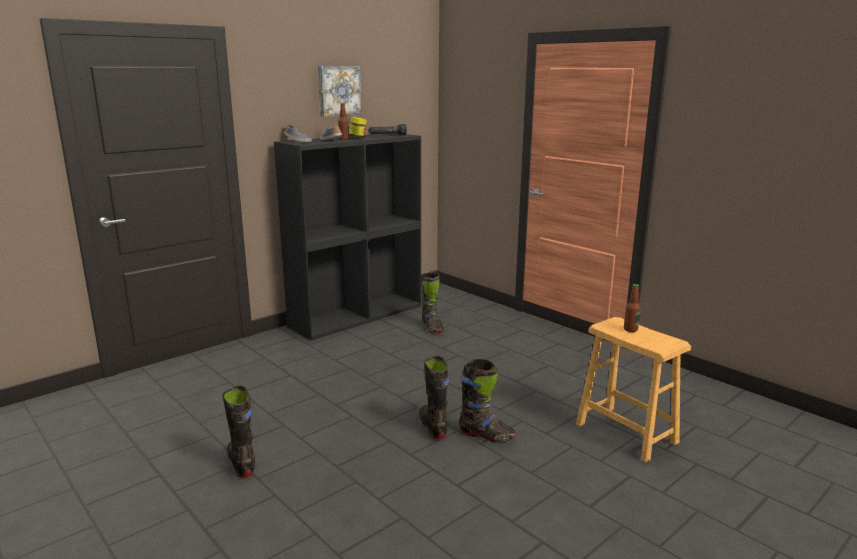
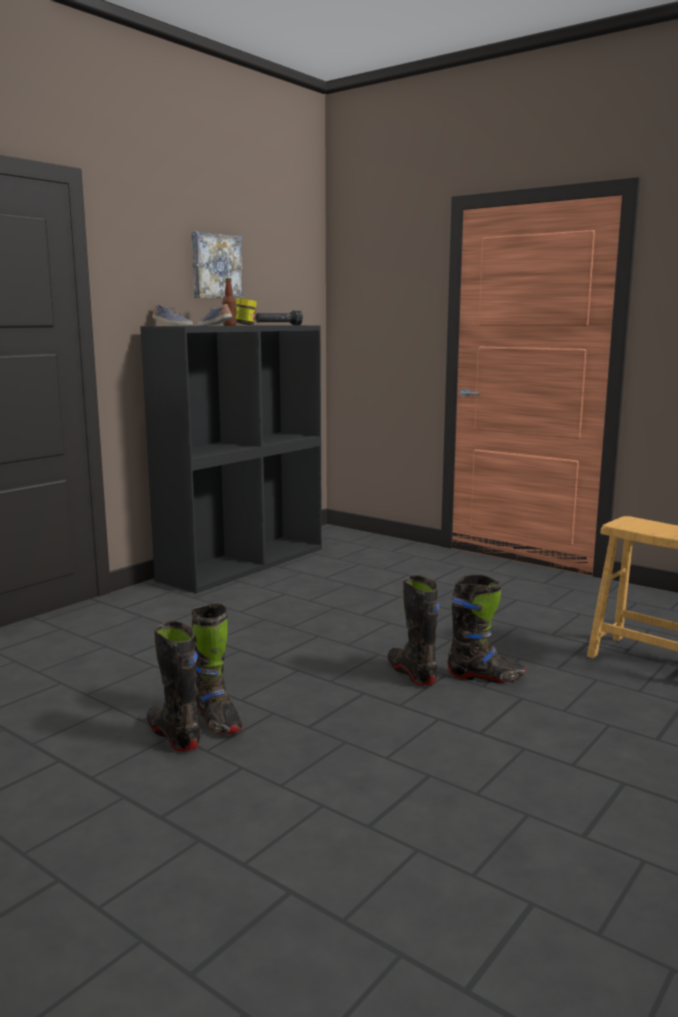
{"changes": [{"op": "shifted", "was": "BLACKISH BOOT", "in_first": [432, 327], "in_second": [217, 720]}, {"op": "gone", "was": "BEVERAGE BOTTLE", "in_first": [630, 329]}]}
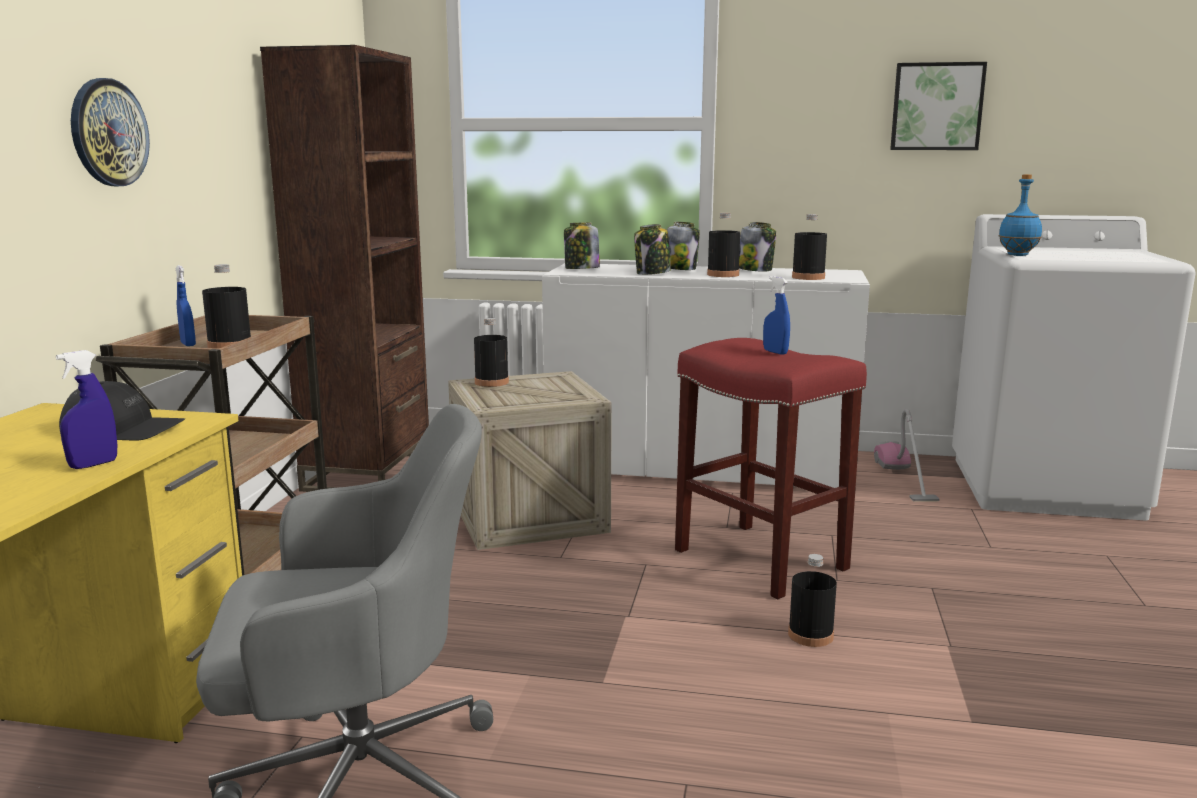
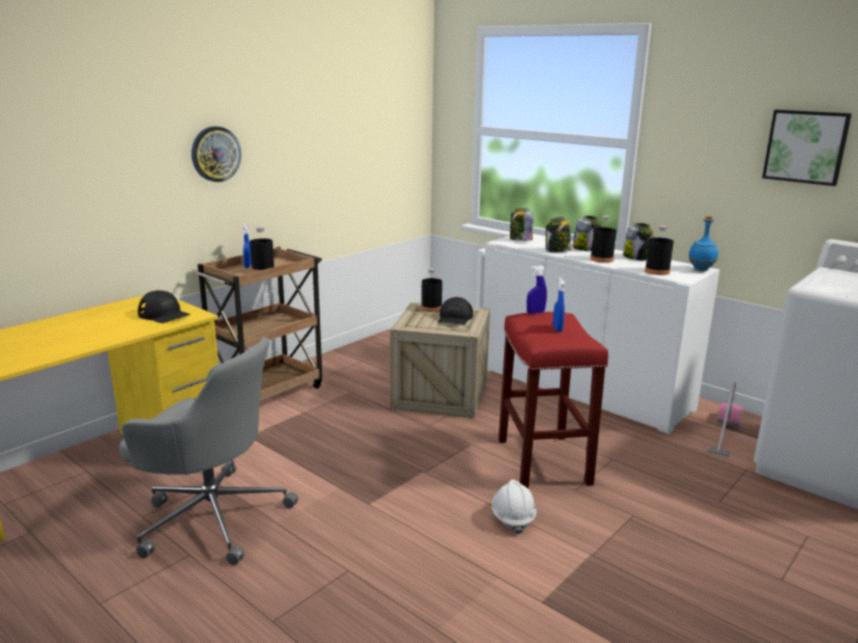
{"changes": [{"op": "shifted", "was": "BLUISH SPRAY BOTTLE", "in_first": [93, 464], "in_second": [535, 312]}, {"op": "gone", "was": "BROWN-COLOURED SHELVING UNIT", "in_first": [369, 472]}, {"op": "swapped", "was": "BLACKISH BEVERAGE BOTTLE", "now": "WHITE-COLOURED HARD HAT", "in_first": [810, 635], "in_second": [512, 518]}, {"op": "shifted", "was": "BLUISH BEVERAGE BOTTLE", "in_first": [1017, 255], "in_second": [700, 270]}, {"op": "new", "now": "BLACKISH CAP", "in_second": [455, 318]}]}
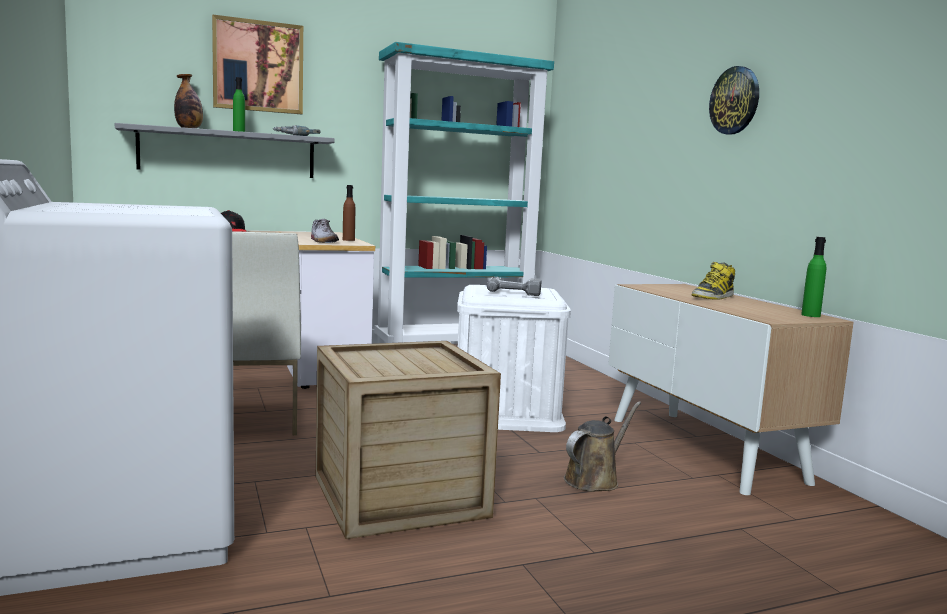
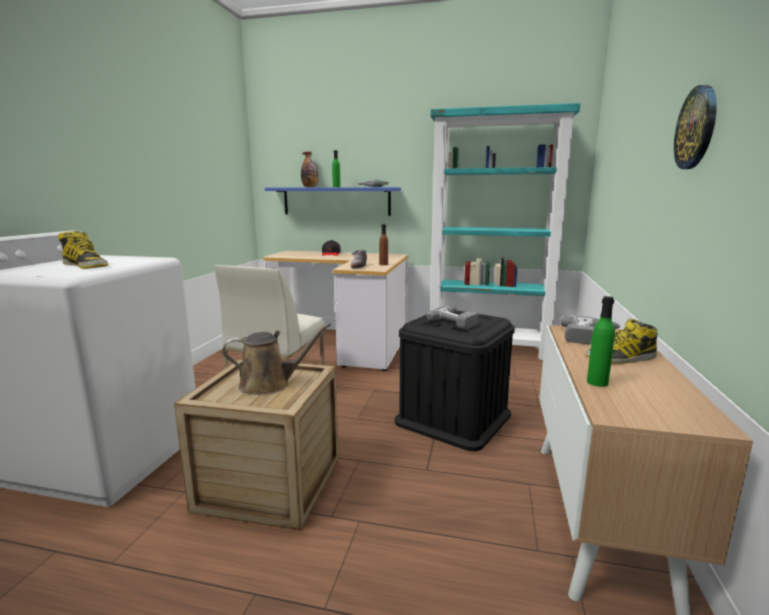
{"changes": [{"op": "repainted", "was": "GREY WALL SHELF", "now": "BLUISH WALL SHELF", "in_first": [228, 153], "in_second": [336, 201]}, {"op": "gone", "was": "PICTURE", "in_first": [258, 66]}, {"op": "repainted", "was": "WHITE-COLOURED STORAGE CONTAINER", "now": "BLACKISH STORAGE CONTAINER", "in_first": [506, 411], "in_second": [453, 418]}, {"op": "shifted", "was": "BROWN-COLOURED SPRINKLING CAN", "in_first": [594, 479], "in_second": [270, 384]}, {"op": "shifted", "was": "GREENISH BEVERAGE BOTTLE", "in_first": [810, 315], "in_second": [597, 382]}, {"op": "new", "now": "BOOT", "in_second": [86, 266]}, {"op": "new", "now": "POWER DRILL", "in_second": [590, 336]}]}
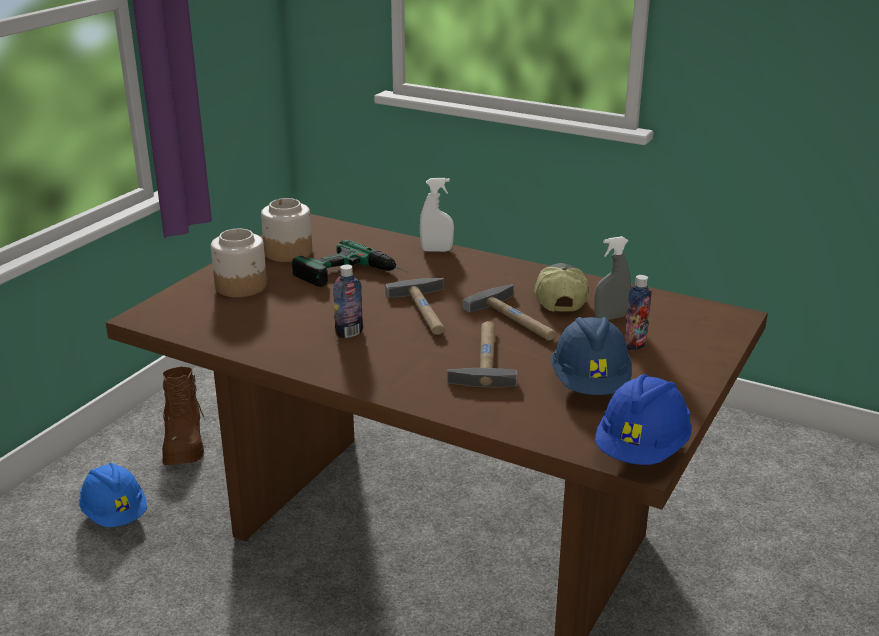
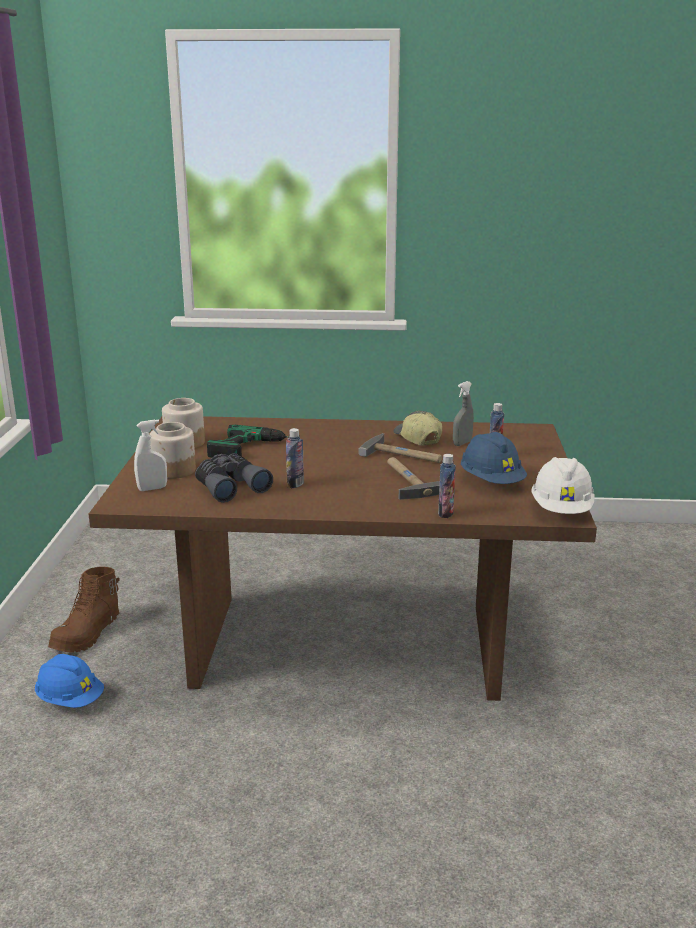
{"changes": [{"op": "rotated", "was": "BROWN-COLOURED BOOT", "in_first": [184, 443], "in_second": [88, 634], "clockwise": 60}, {"op": "gone", "was": "TOOL HAMMER", "in_first": [426, 311]}, {"op": "shifted", "was": "WHITE-COLOURED SPRAY BOTTLE", "in_first": [436, 250], "in_second": [152, 488]}, {"op": "repainted", "was": "BLUISH HARD HAT", "now": "WHITE-COLOURED HARD HAT", "in_first": [642, 450], "in_second": [561, 510]}, {"op": "new", "now": "GREY BINOCULARS", "in_second": [230, 486]}, {"op": "new", "now": "BEVERAGE BOTTLE", "in_second": [445, 513]}]}
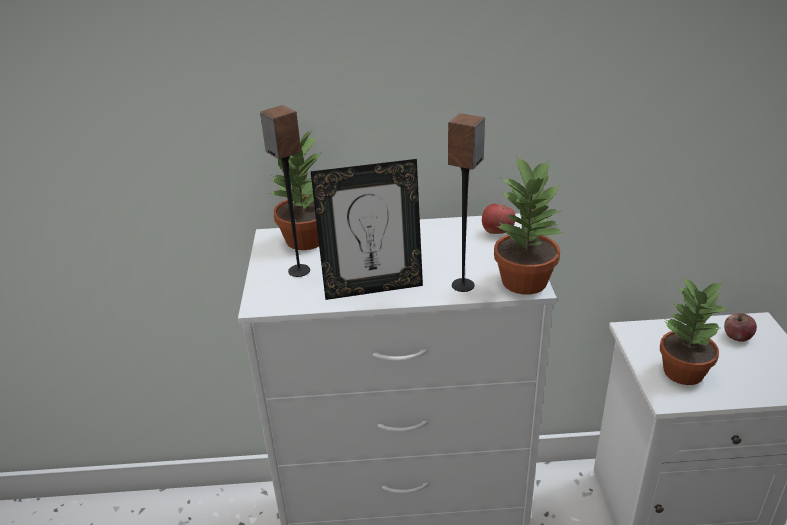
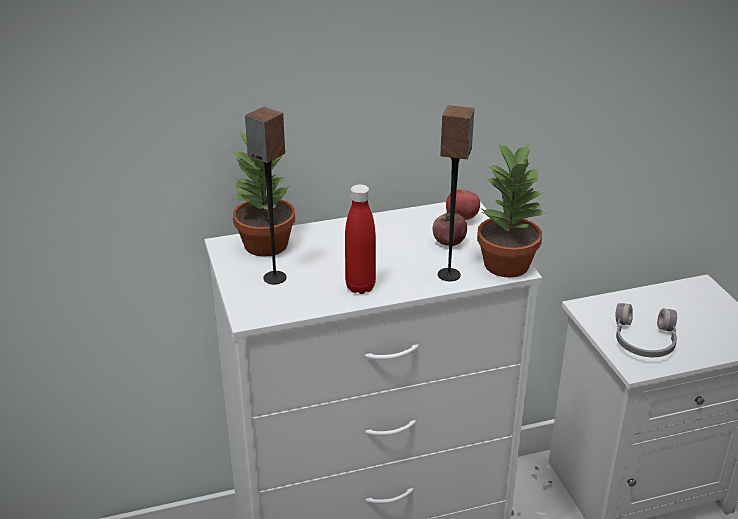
{"changes": [{"op": "swapped", "was": "PHOTO FRAME", "now": "REDDISH BEVERAGE BOTTLE", "in_first": [373, 288], "in_second": [360, 287]}, {"op": "swapped", "was": "POTTED PLANT", "now": "GREY HEADPHONES", "in_first": [682, 372], "in_second": [643, 341]}, {"op": "shifted", "was": "WHOLE APPLE", "in_first": [736, 337], "in_second": [448, 242]}]}
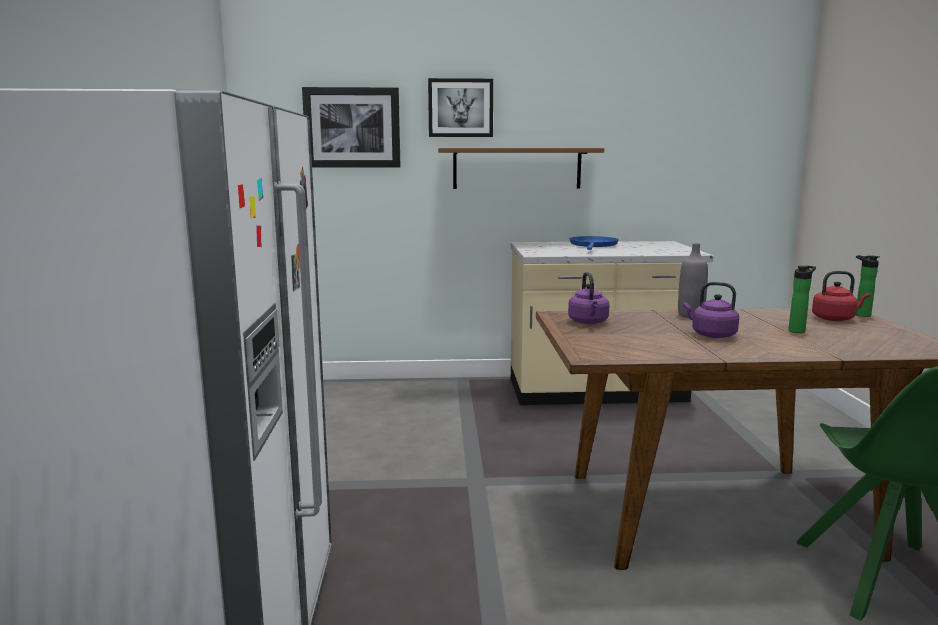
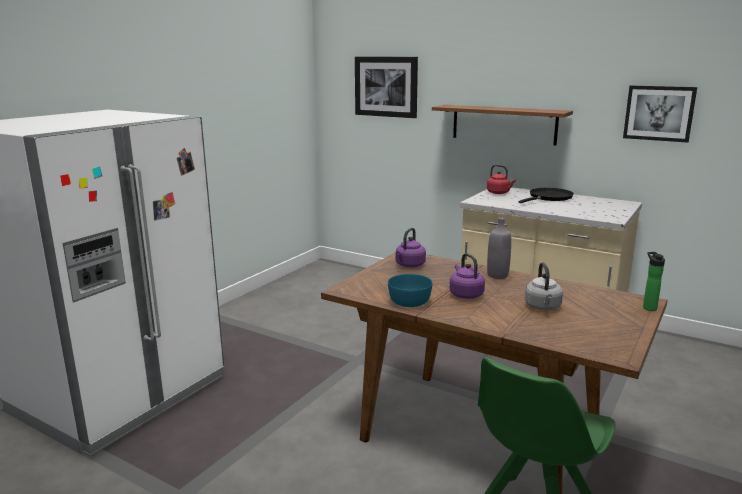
{"changes": [{"op": "shifted", "was": "PICTURE", "in_first": [460, 108], "in_second": [659, 113]}, {"op": "repainted", "was": "BLUISH FRYING PAN", "now": "BLACKISH FRYING PAN", "in_first": [593, 245], "in_second": [549, 198]}, {"op": "swapped", "was": "BEVERAGE BOTTLE", "now": "GREY TEA KETTLE", "in_first": [798, 331], "in_second": [543, 307]}, {"op": "shifted", "was": "REDDISH TEA KETTLE", "in_first": [835, 319], "in_second": [499, 193]}, {"op": "new", "now": "BLUE-GREEN DEEP DISH", "in_second": [409, 301]}]}
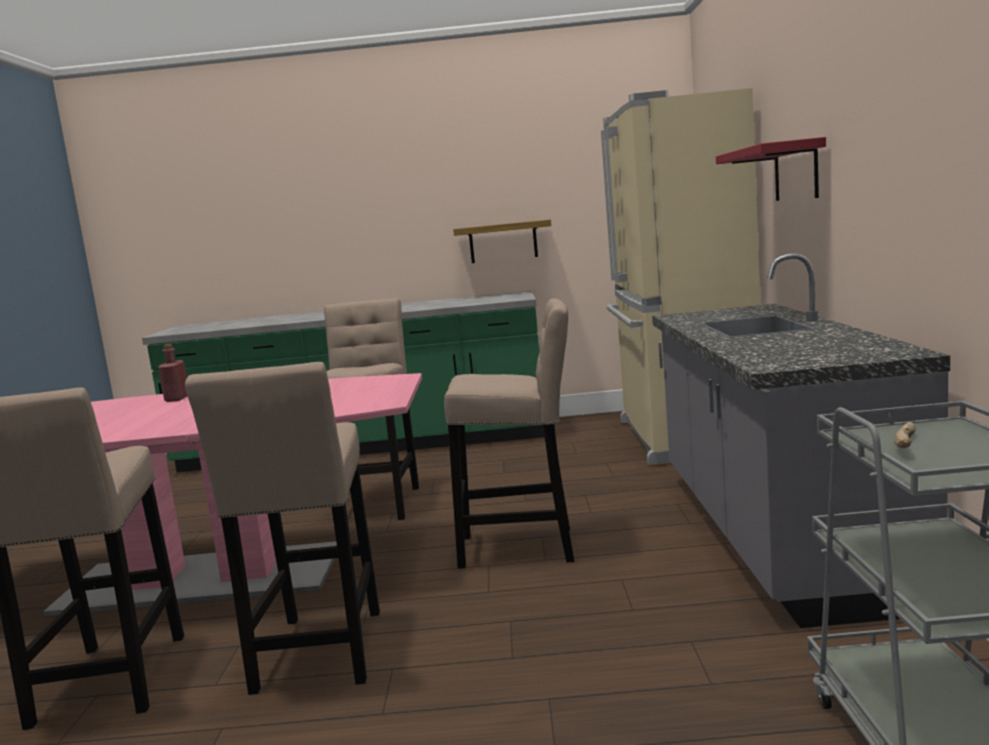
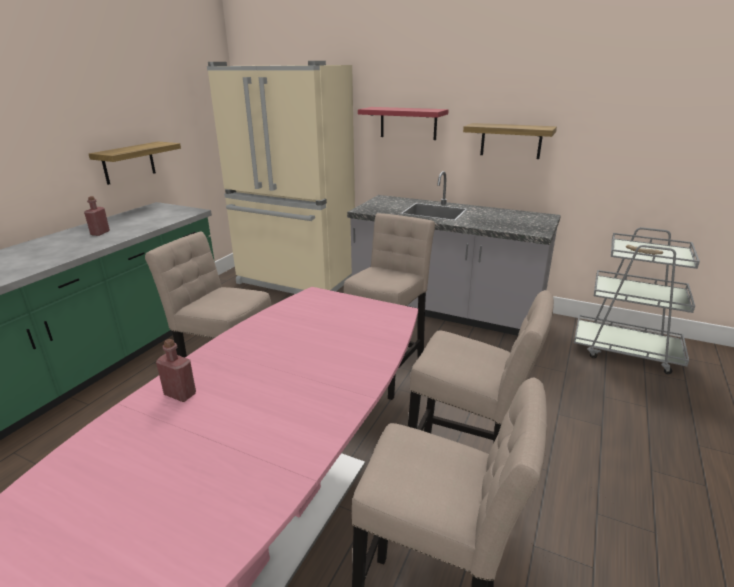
{"changes": [{"op": "new", "now": "REDDISH BEVERAGE BOTTLE", "in_second": [100, 233]}, {"op": "new", "now": "WALL SHELF", "in_second": [511, 141]}]}
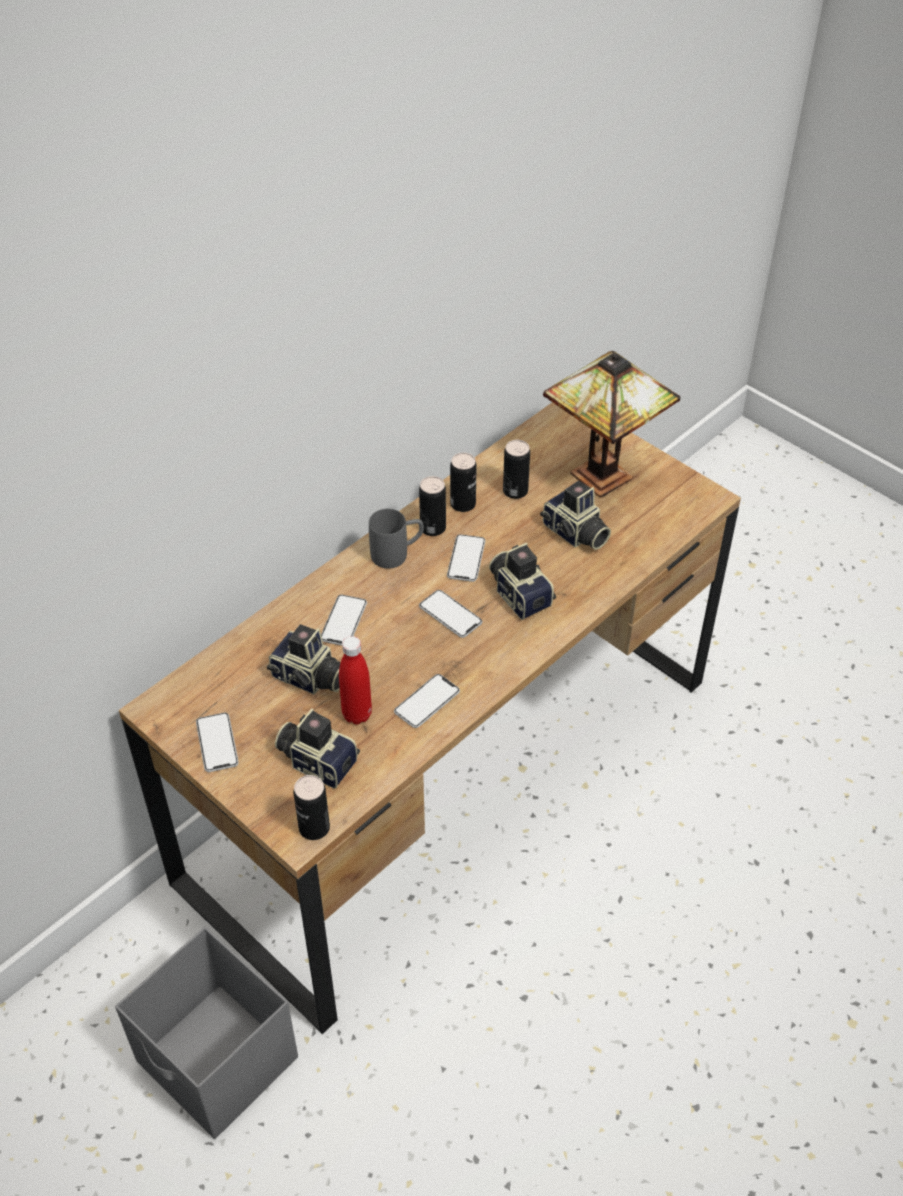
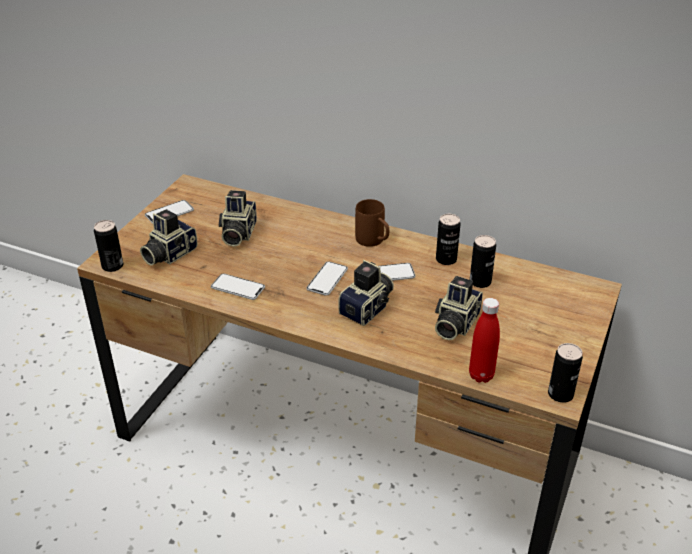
{"changes": [{"op": "gone", "was": "GREY STORAGE CONTAINER", "in_first": [218, 1062]}, {"op": "rotated", "was": "STILL CAMERA", "in_first": [317, 760], "in_second": [168, 254], "clockwise": -150}, {"op": "gone", "was": "TELEPHONE", "in_first": [343, 621]}, {"op": "shifted", "was": "REDDISH BEVERAGE BOTTLE", "in_first": [357, 714], "in_second": [481, 375]}, {"op": "repainted", "was": "GREY MUG", "now": "BROWN-COLOURED MUG", "in_first": [397, 553], "in_second": [374, 242]}, {"op": "shifted", "was": "METAL CAN", "in_first": [433, 528], "in_second": [560, 394]}, {"op": "gone", "was": "LAMP FOR A TABLE", "in_first": [606, 477]}]}
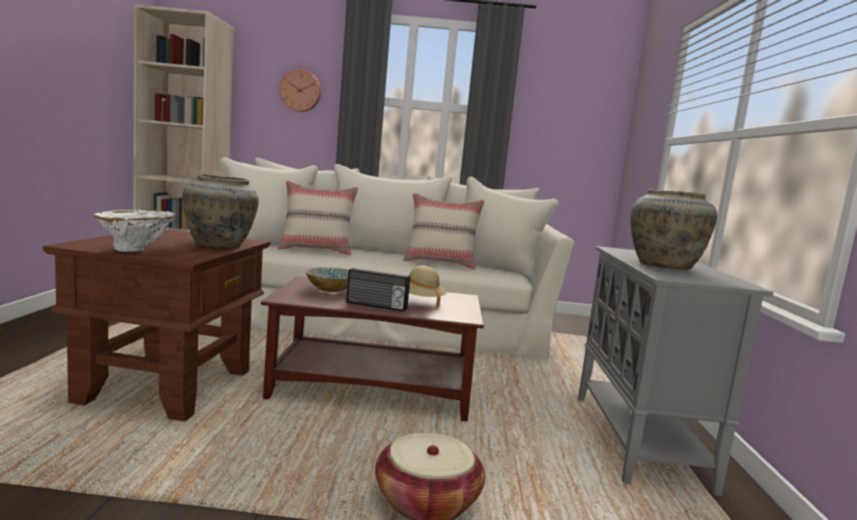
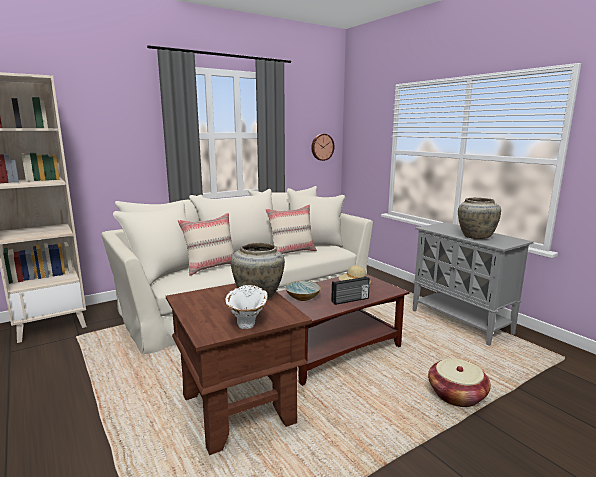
{"changes": [{"op": "shifted", "was": "WALL CLOCK", "in_first": [300, 91], "in_second": [322, 147]}]}
